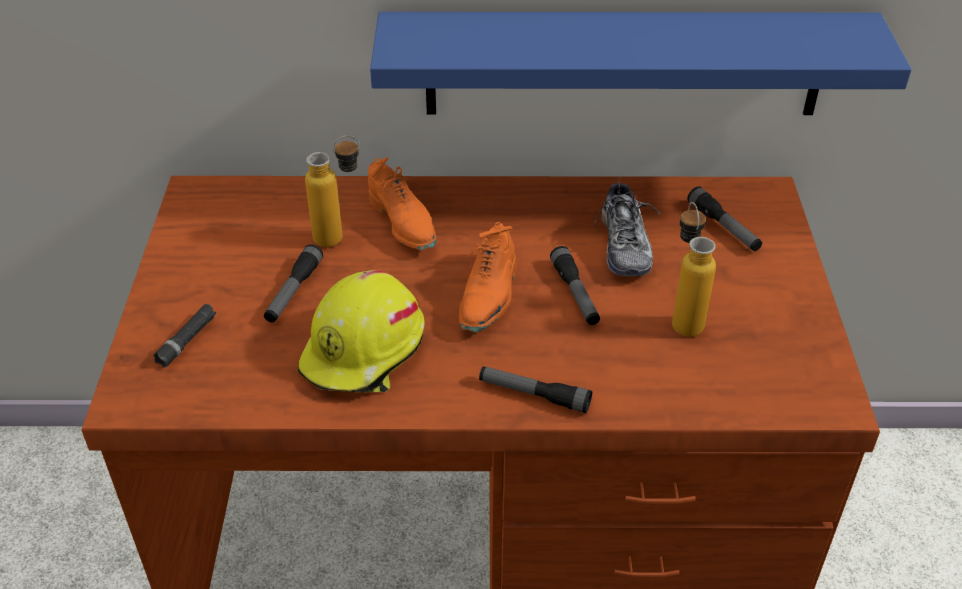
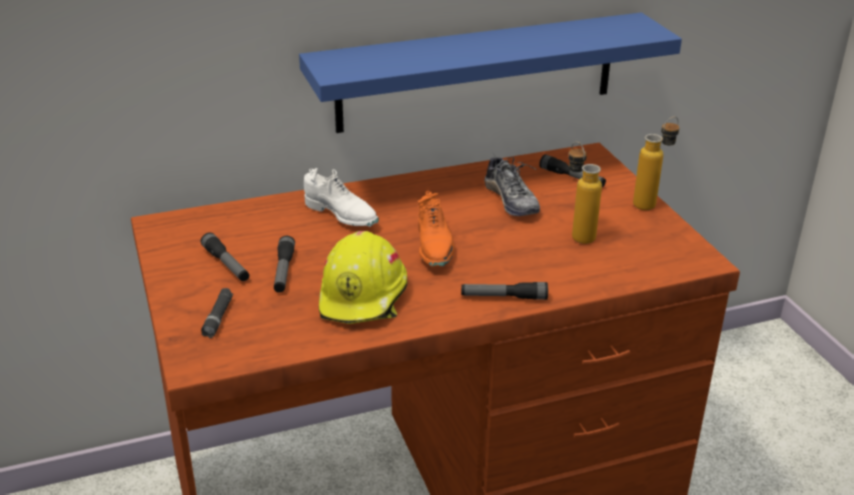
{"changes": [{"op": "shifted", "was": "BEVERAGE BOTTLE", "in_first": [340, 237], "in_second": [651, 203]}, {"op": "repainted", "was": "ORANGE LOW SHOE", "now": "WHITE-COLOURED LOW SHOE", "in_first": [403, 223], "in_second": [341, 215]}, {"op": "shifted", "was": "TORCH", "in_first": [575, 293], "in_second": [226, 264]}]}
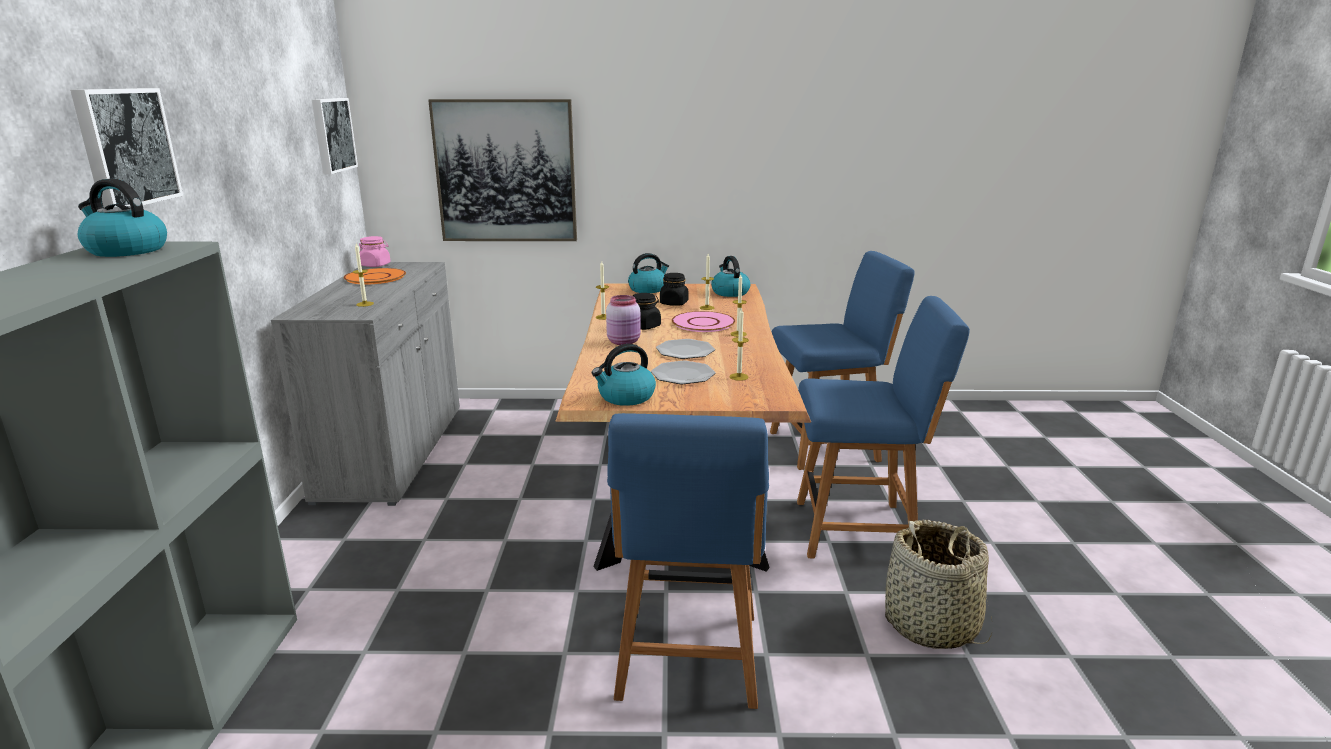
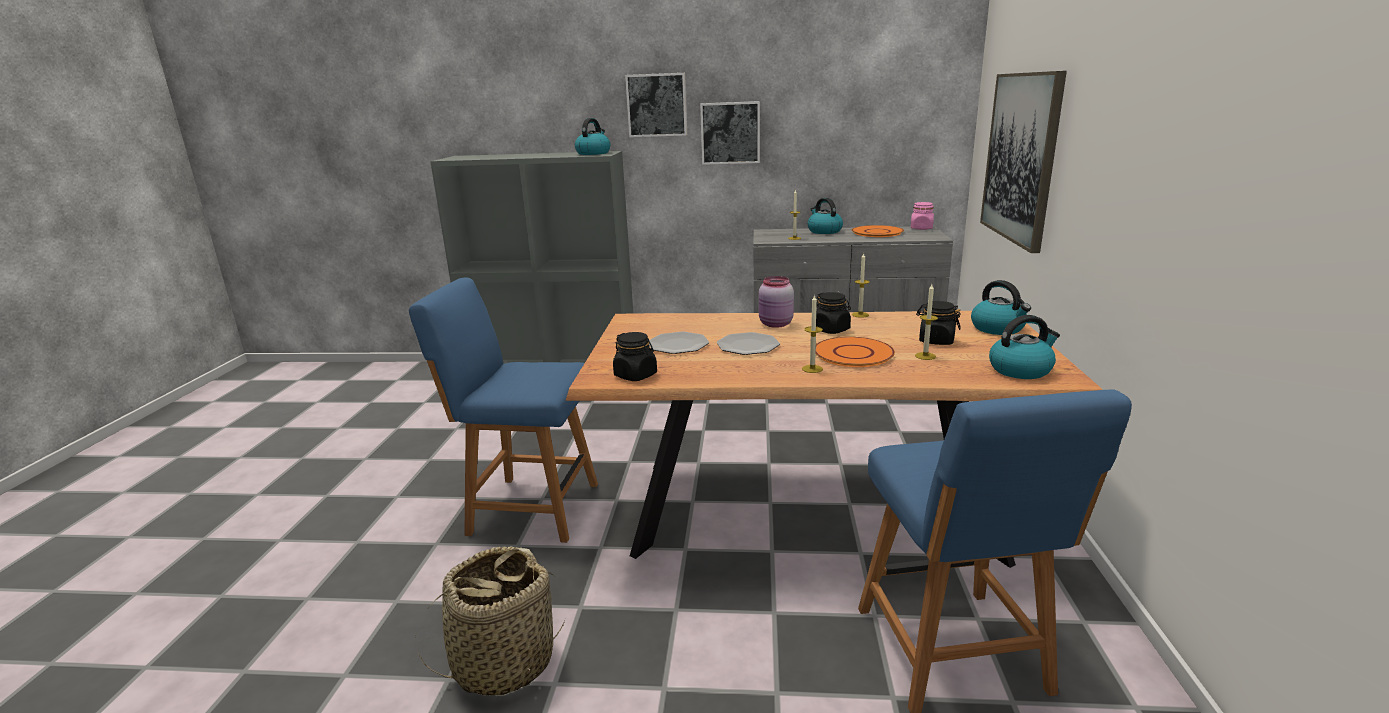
{"changes": [{"op": "shifted", "was": "PICTURE", "in_first": [332, 135], "in_second": [730, 133]}, {"op": "shifted", "was": "TEA KETTLE", "in_first": [625, 397], "in_second": [824, 231]}, {"op": "repainted", "was": "PINK-COLOURED PLATE", "now": "ORANGE PLATE", "in_first": [703, 323], "in_second": [852, 353]}, {"op": "gone", "was": "WAX LIGHT", "in_first": [739, 377]}, {"op": "gone", "was": "BLUISH PLAIN CHAIR", "in_first": [859, 530]}, {"op": "new", "now": "BLACKISH PRESERVE JAR", "in_second": [636, 375]}]}
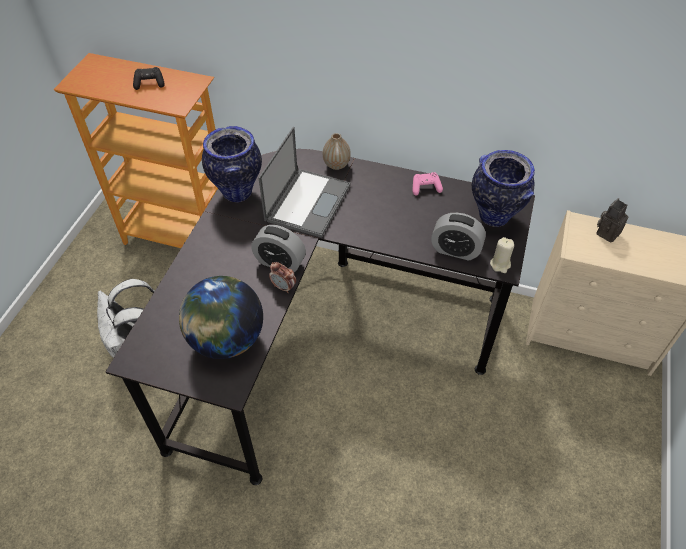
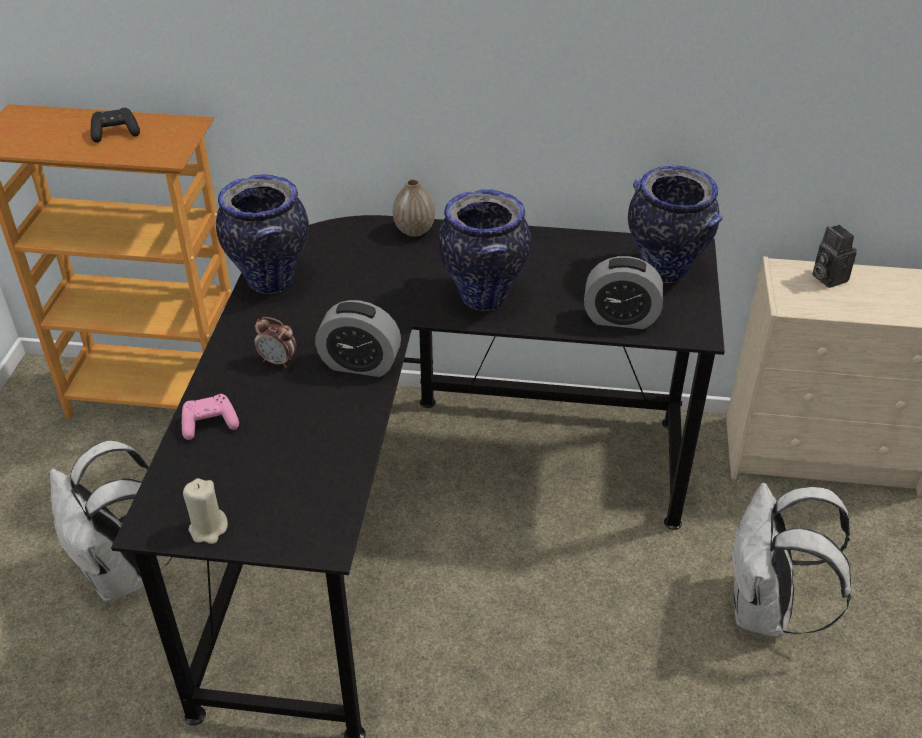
{"changes": [{"op": "gone", "was": "WORLD GLOBE", "in_first": [226, 340]}, {"op": "gone", "was": "LAPTOP", "in_first": [308, 201]}, {"op": "shifted", "was": "BEDSIDE CLOCK", "in_first": [283, 287], "in_second": [278, 361]}, {"op": "shifted", "was": "PINK-COLOURED GAMEPAD", "in_first": [425, 188], "in_second": [210, 424]}, {"op": "shifted", "was": "BEIGE WAX LIGHT", "in_first": [500, 264], "in_second": [208, 529]}, {"op": "rotated", "was": "STILL CAMERA", "in_first": [607, 232], "in_second": [827, 277], "clockwise": -60}, {"op": "new", "now": "DECORATIVE VASE", "in_second": [483, 296]}, {"op": "new", "now": "WHITE-COLOURED KNAPSACK", "in_second": [765, 611]}]}
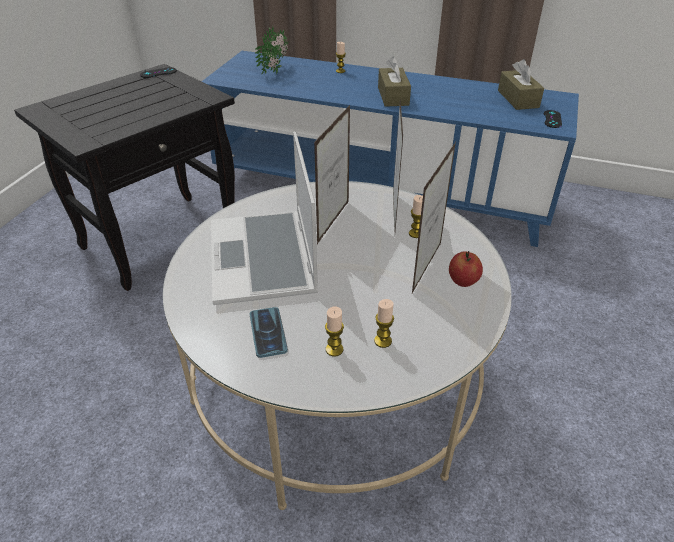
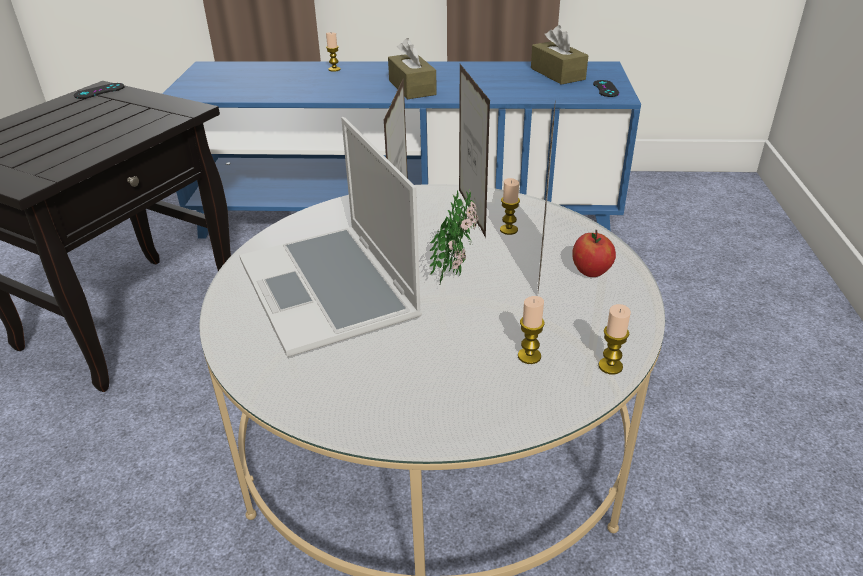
{"changes": [{"op": "gone", "was": "TELEPHONE", "in_first": [268, 332]}, {"op": "shifted", "was": "POTTED PLANT", "in_first": [277, 71], "in_second": [455, 269]}, {"op": "shifted", "was": "WAX LIGHT", "in_first": [334, 349], "in_second": [610, 366]}]}
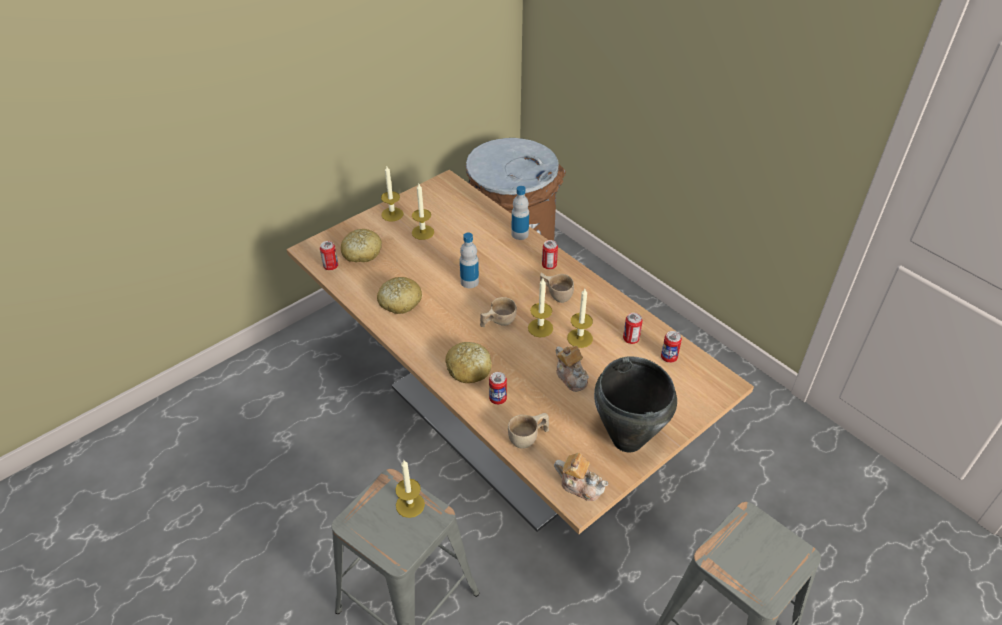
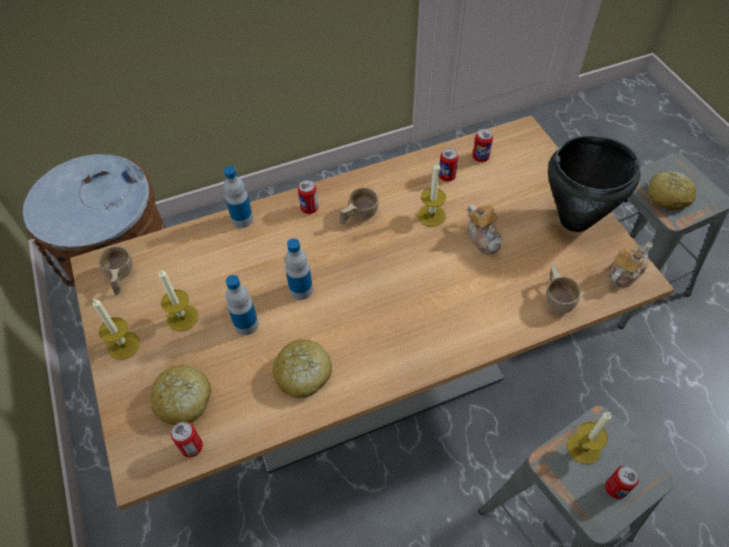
{"changes": [{"op": "shifted", "was": "BREAD", "in_first": [469, 369], "in_second": [668, 196]}, {"op": "shifted", "was": "BEIGE DRINKING CUP", "in_first": [497, 322], "in_second": [120, 278]}, {"op": "shifted", "was": "METAL CAN", "in_first": [498, 399], "in_second": [615, 488]}, {"op": "gone", "was": "WAX LIGHT", "in_first": [540, 328]}, {"op": "rotated", "was": "TEAPOT", "in_first": [571, 377], "in_second": [483, 238], "clockwise": 75}, {"op": "new", "now": "BEVERAGE BOTTLE", "in_second": [246, 324]}]}
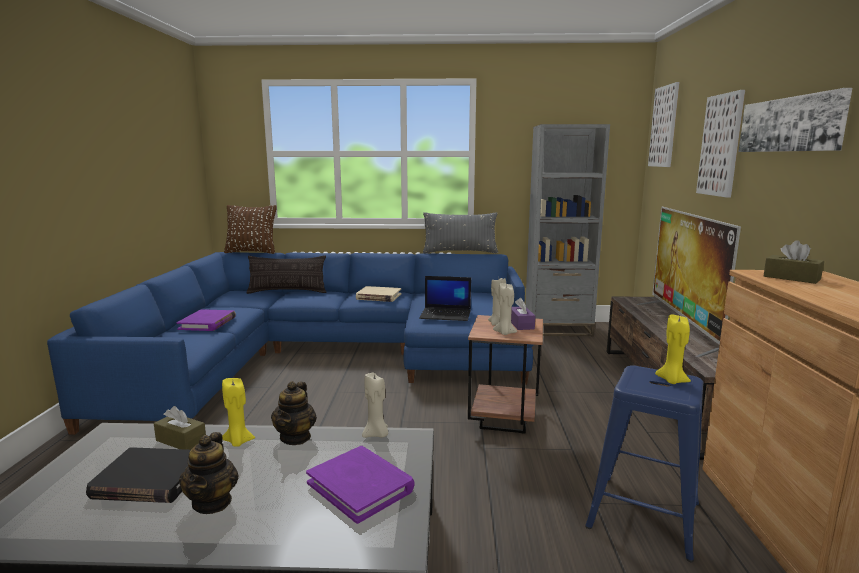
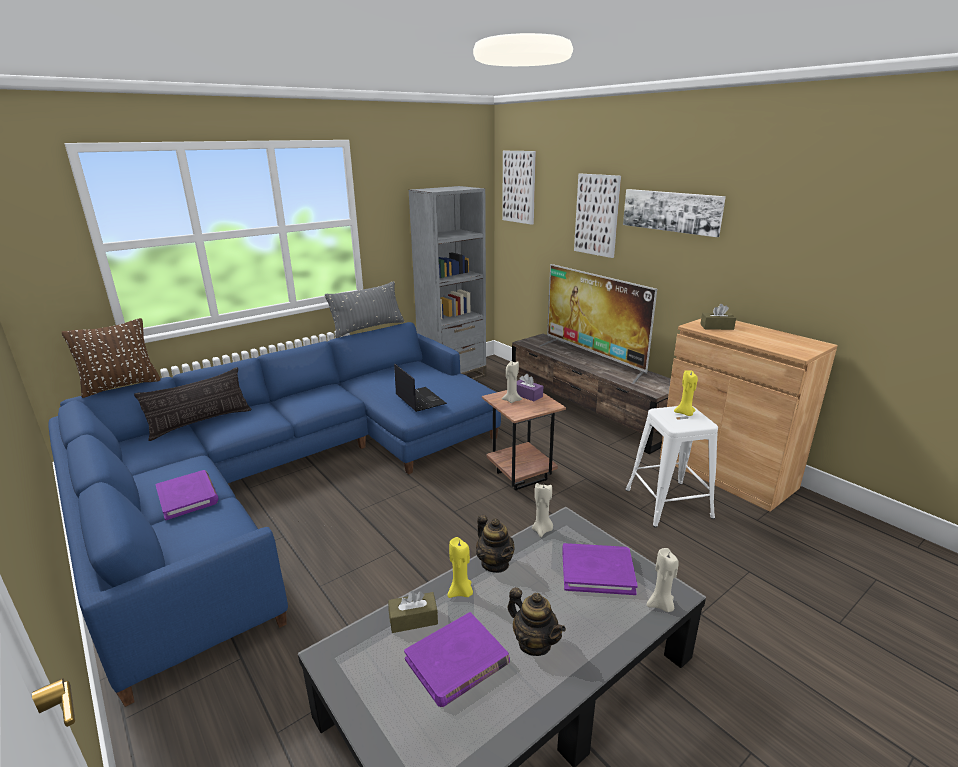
{"changes": [{"op": "repainted", "was": "BLACKISH BOUND BOOK", "now": "PURPLE-COLOURED BOUND BOOK", "in_first": [149, 480], "in_second": [457, 662]}, {"op": "gone", "was": "BEIGE BOUND BOOK", "in_first": [378, 296]}, {"op": "rotated", "was": "LAPTOP", "in_first": [446, 315], "in_second": [419, 399], "clockwise": -90}, {"op": "shifted", "was": "BEIGE WAX LIGHT", "in_first": [504, 333], "in_second": [661, 605]}, {"op": "repainted", "was": "BLUISH SITTING STOOL", "now": "WHITE-COLOURED SITTING STOOL", "in_first": [644, 515], "in_second": [668, 503]}]}
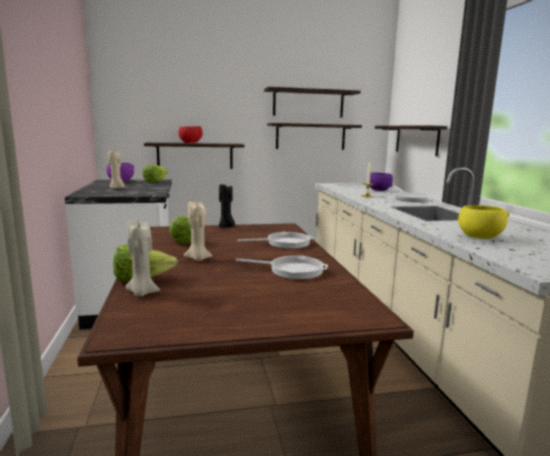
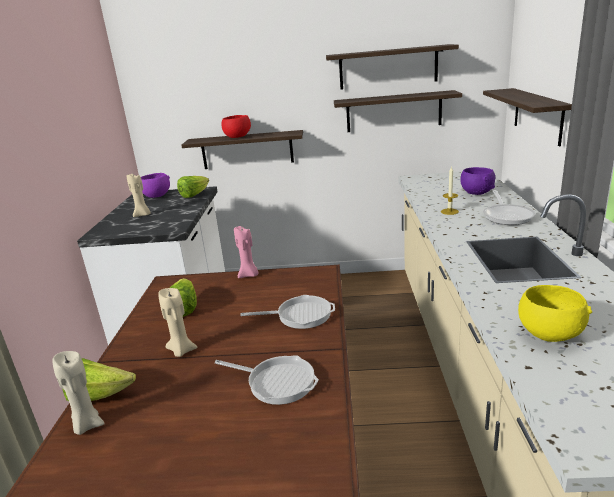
{"changes": [{"op": "repainted", "was": "BLACKISH WAX LIGHT", "now": "PINK-COLOURED WAX LIGHT", "in_first": [226, 226], "in_second": [249, 275]}]}
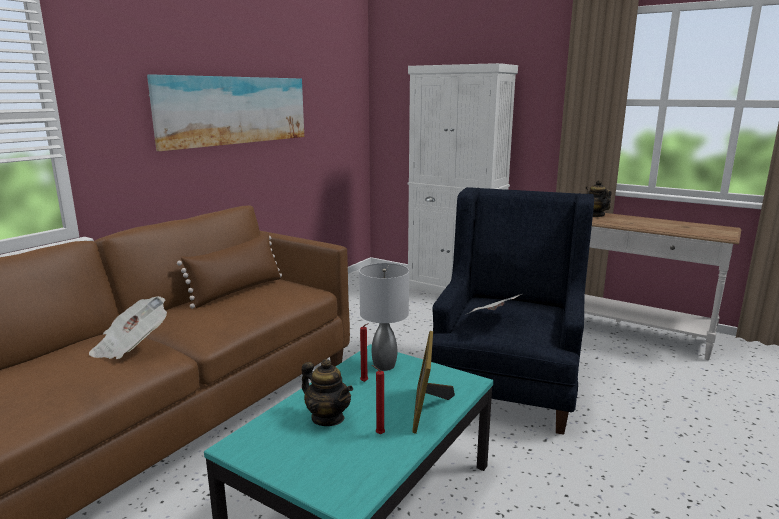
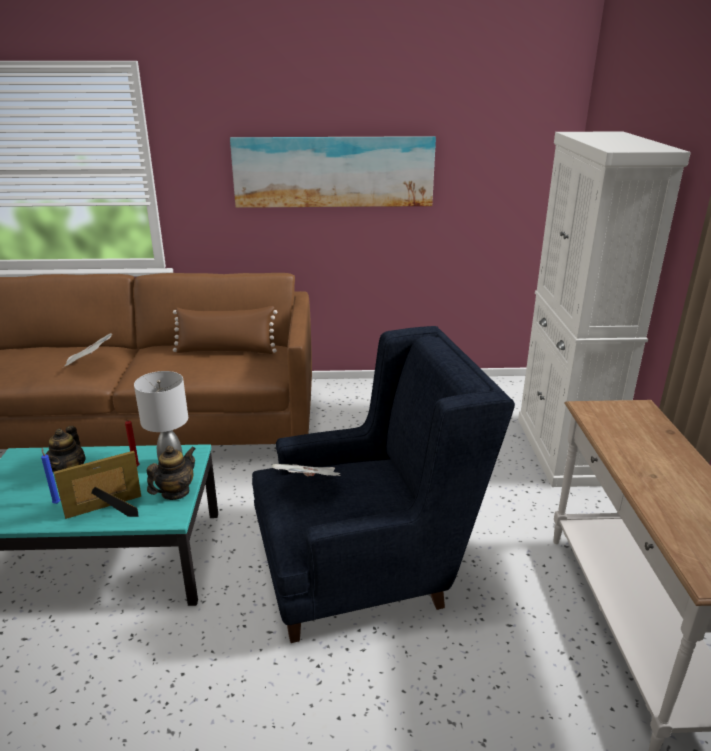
{"changes": [{"op": "repainted", "was": "REDDISH WAX LIGHT", "now": "BLUISH WAX LIGHT", "in_first": [378, 434], "in_second": [56, 503]}, {"op": "shifted", "was": "TEAPOT", "in_first": [595, 215], "in_second": [175, 492]}]}
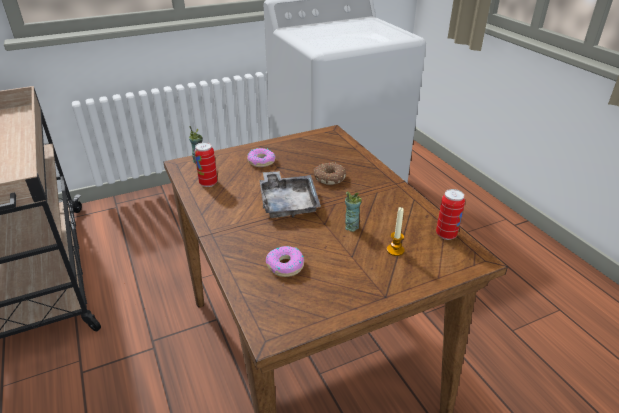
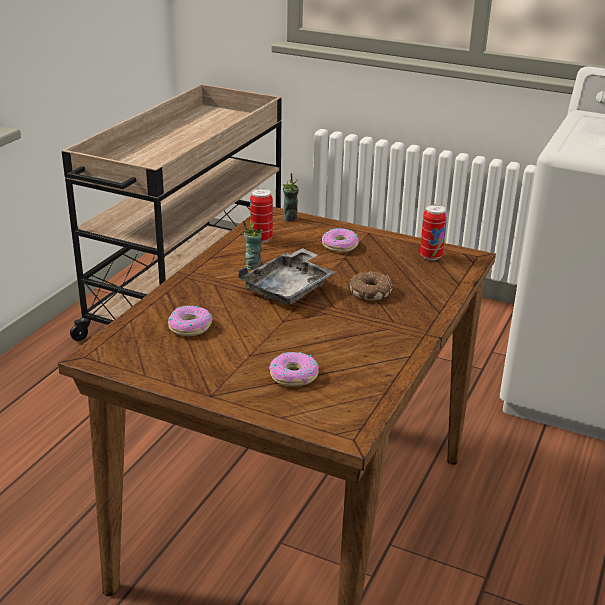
{"changes": [{"op": "shifted", "was": "DRINKING CUP", "in_first": [351, 227], "in_second": [253, 267]}, {"op": "swapped", "was": "WAX LIGHT", "now": "RING DOUGHNUT", "in_first": [395, 250], "in_second": [293, 376]}, {"op": "shifted", "was": "METAL CAN", "in_first": [446, 234], "in_second": [431, 256]}]}
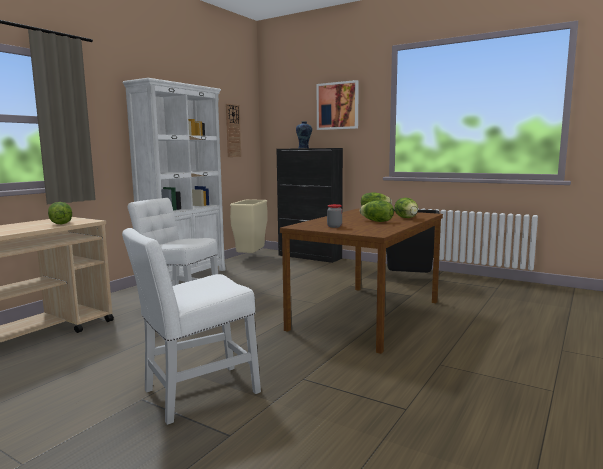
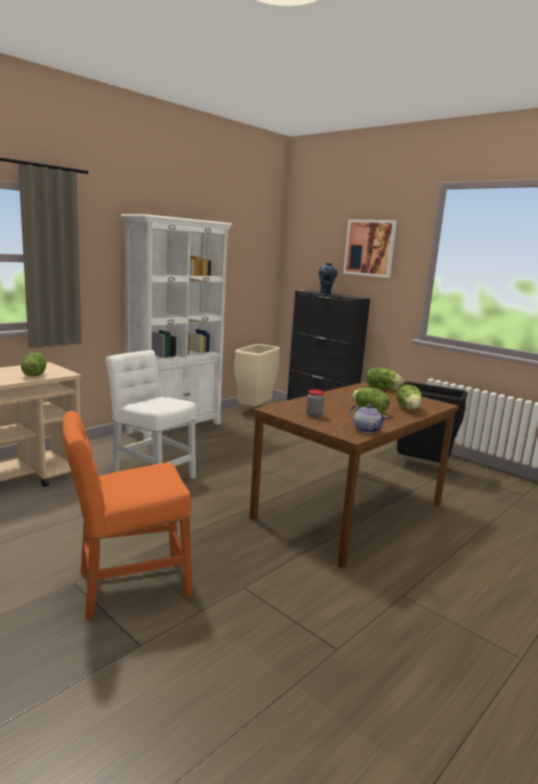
{"changes": [{"op": "repainted", "was": "WHITE-COLOURED PLAIN CHAIR", "now": "ORANGE PLAIN CHAIR", "in_first": [196, 394], "in_second": [128, 586]}, {"op": "gone", "was": "WALL CLOCK", "in_first": [233, 131]}, {"op": "new", "now": "TEAPOT", "in_second": [366, 430]}]}
